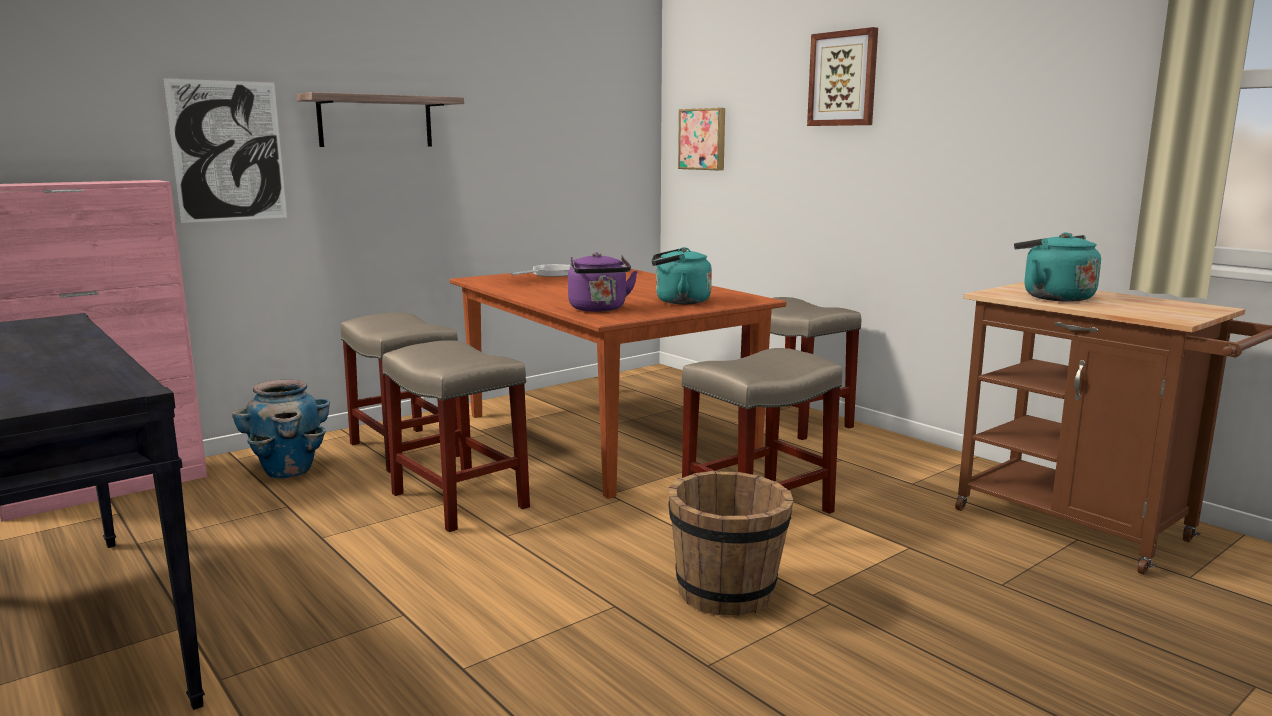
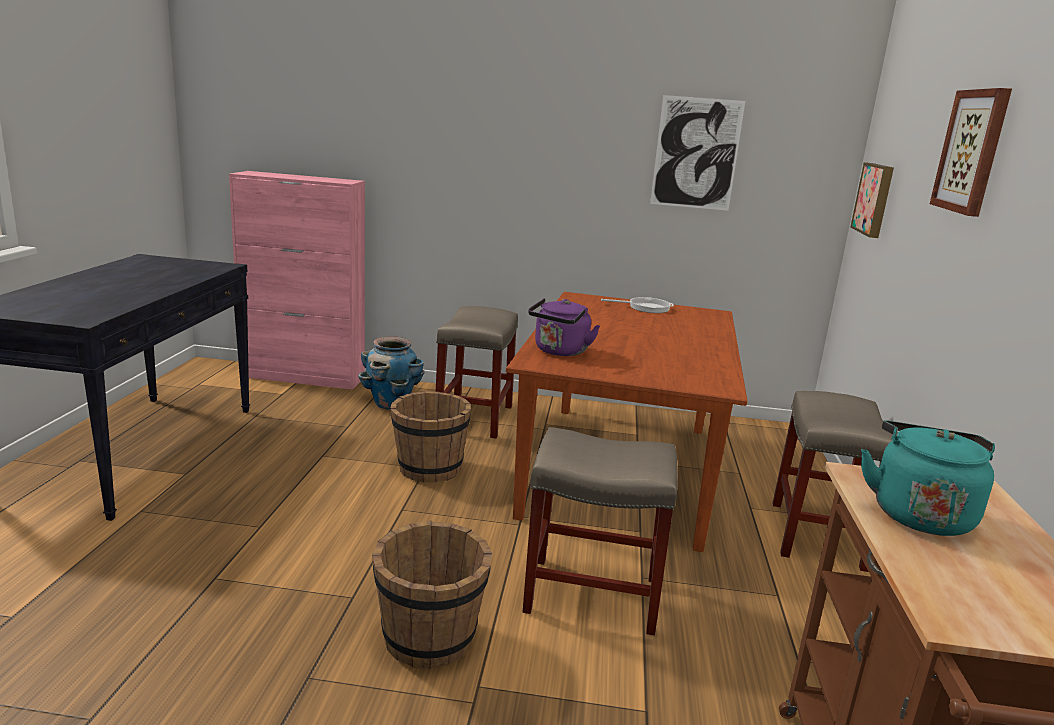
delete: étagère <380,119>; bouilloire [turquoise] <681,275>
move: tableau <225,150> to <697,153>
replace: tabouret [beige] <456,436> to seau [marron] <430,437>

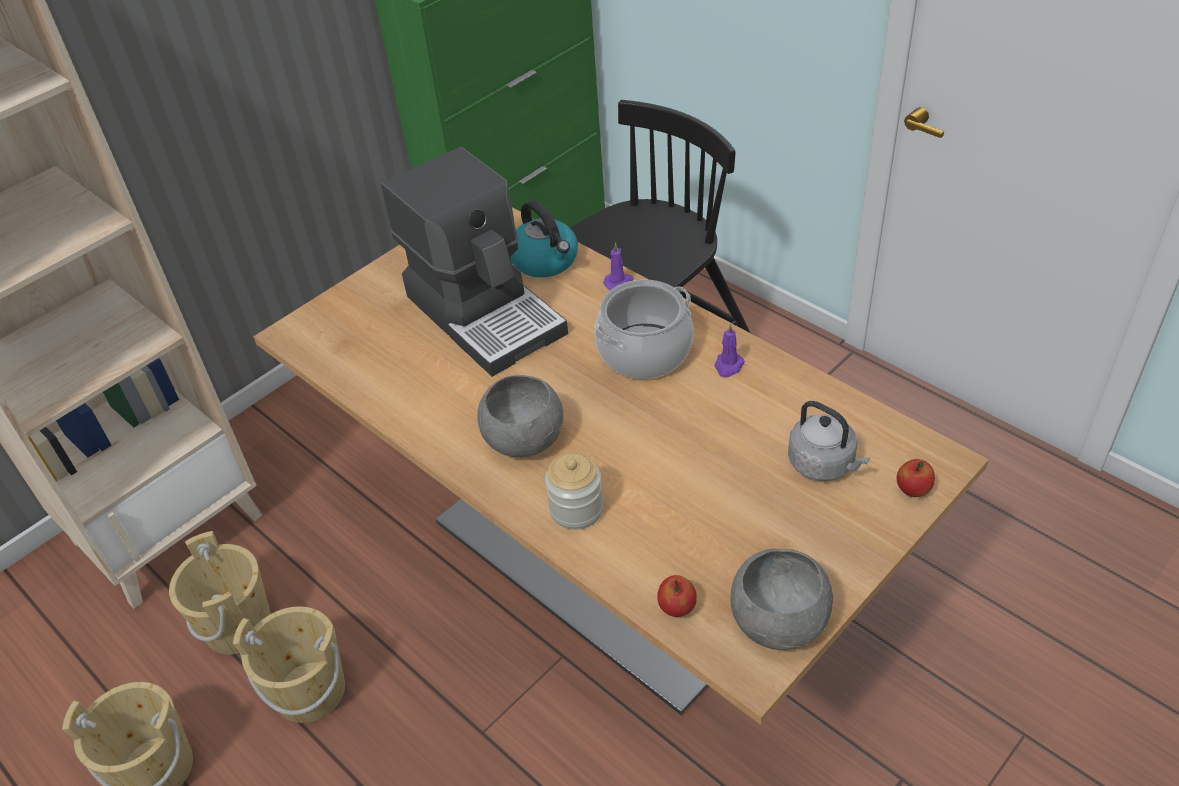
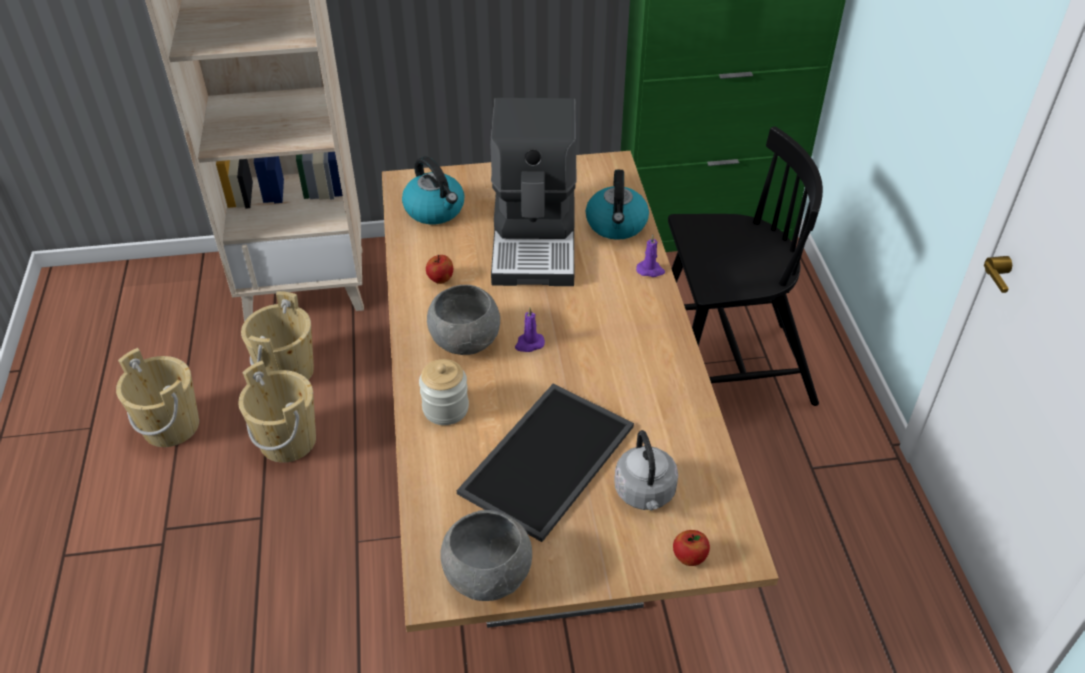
delete: marmite <643,329>
insert: bouilloire <433,190>; plateau <545,463>
move: pomme <677,596> to <439,269>; bougie [violet] <729,350> to <530,329>

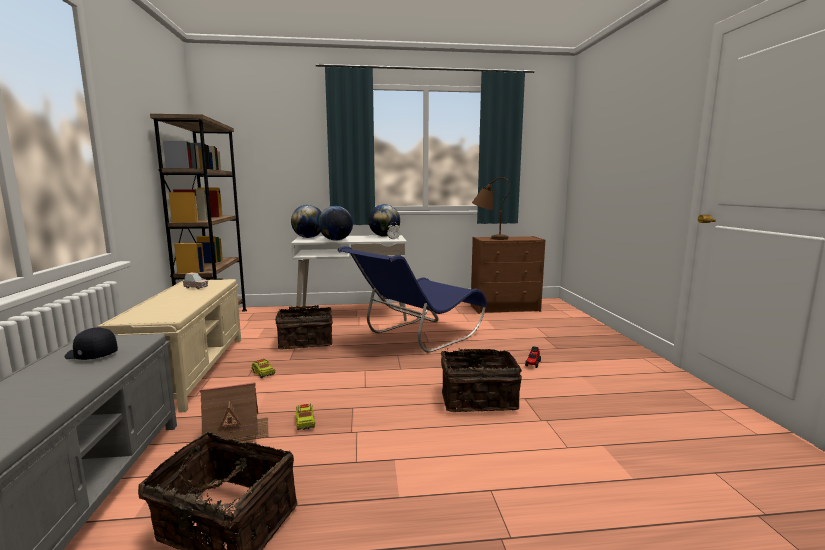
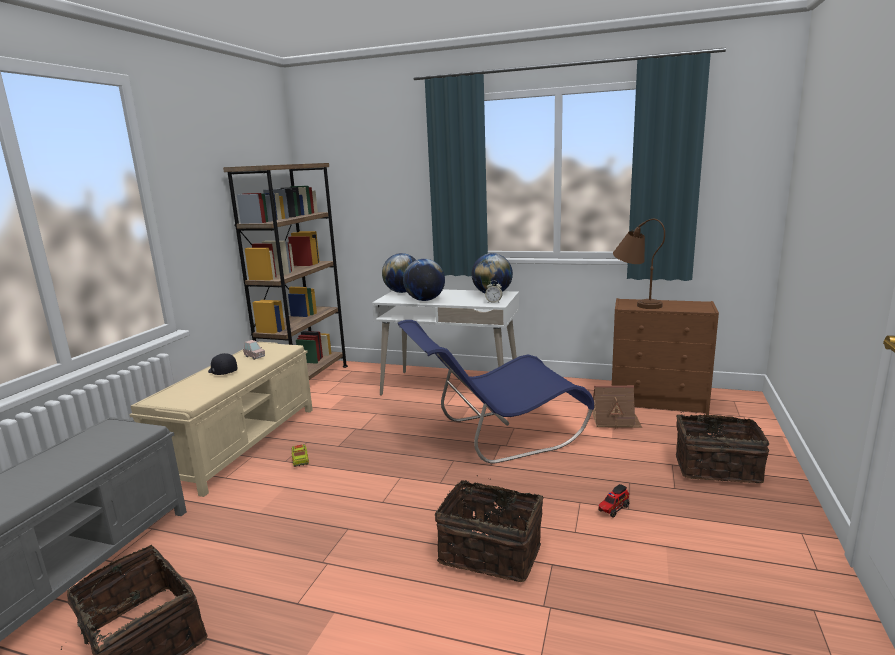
delete: camion jouet <305,416>
move: casquette [noir] <91,344> to <222,364>; maison miniature <234,412> to <617,407>; panier <304,327> to <722,447>

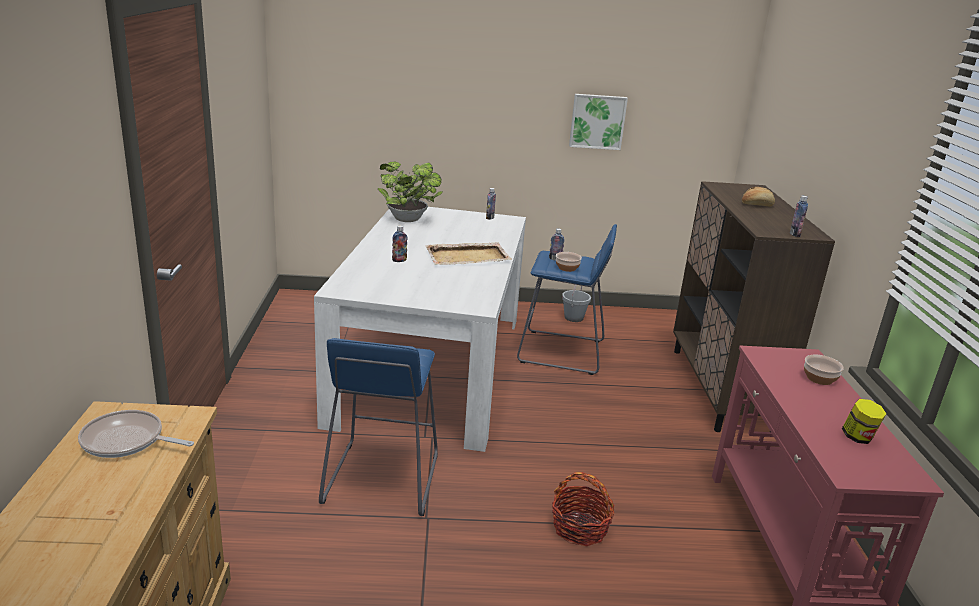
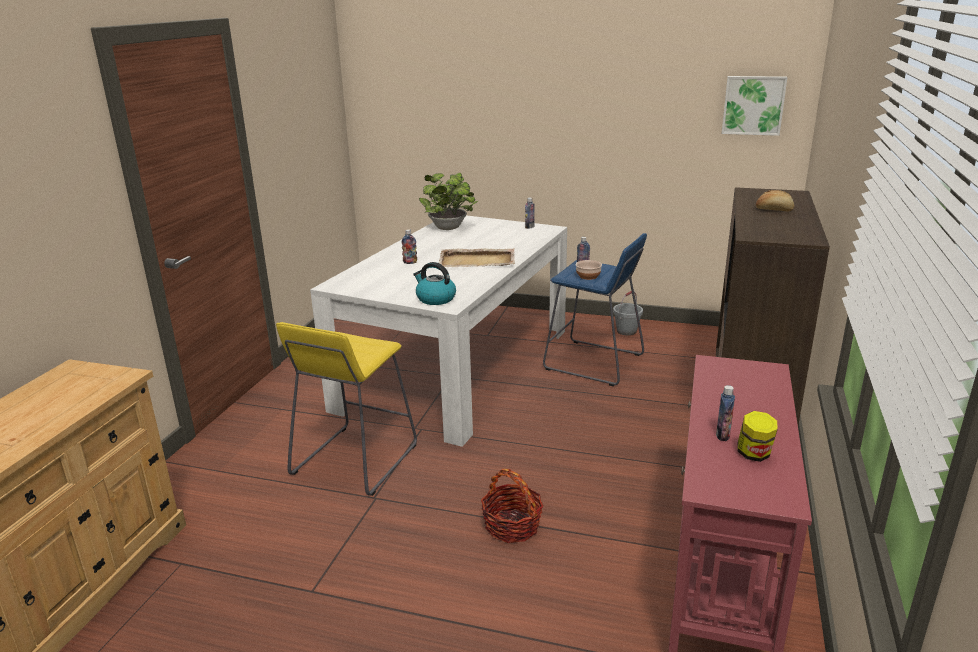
delete: poêle <136,434>; bol <824,370>
insert: bouilloire <434,283>
move: tableau <598,122> to <754,106>; bouteille <799,216> to <725,413>
recolor: tabouret [bleu] <378,427> to tabouret [jaune] <346,409>

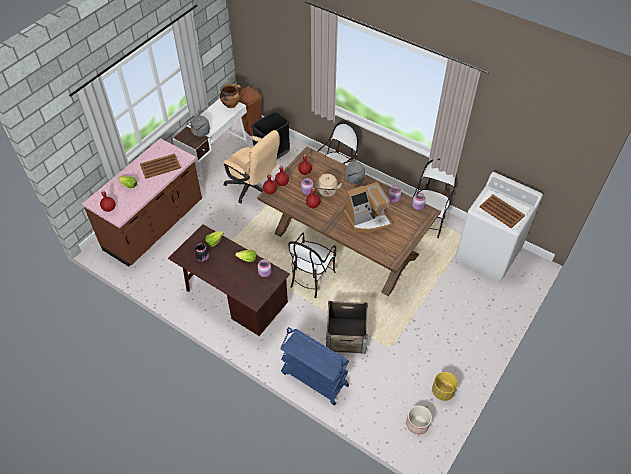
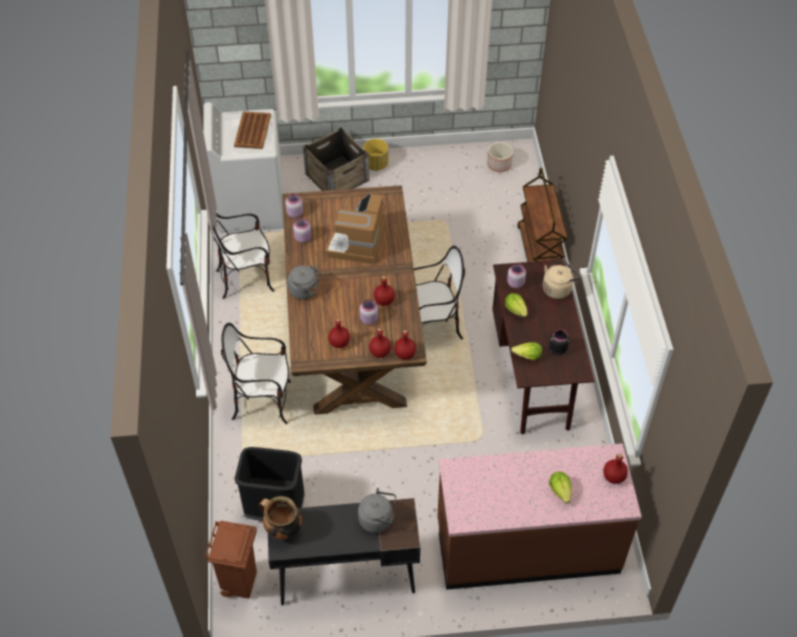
delete: plateau [marron] <160,166>; chaise de bureau [beige] <251,166>
move: bouilloire [beige] <329,185> to <561,279>; caisse <347,327> to <336,159>; cache-pot [jaune] <445,386> to <375,155>
recolor: bureau [blanc] <210,143> to bureau [noir] <344,552>; chariot [bleu] <314,366> to chariot [marron] <542,215>
rotate: machine à café <368,207> = <355,228> 105 degrees counterclockwise

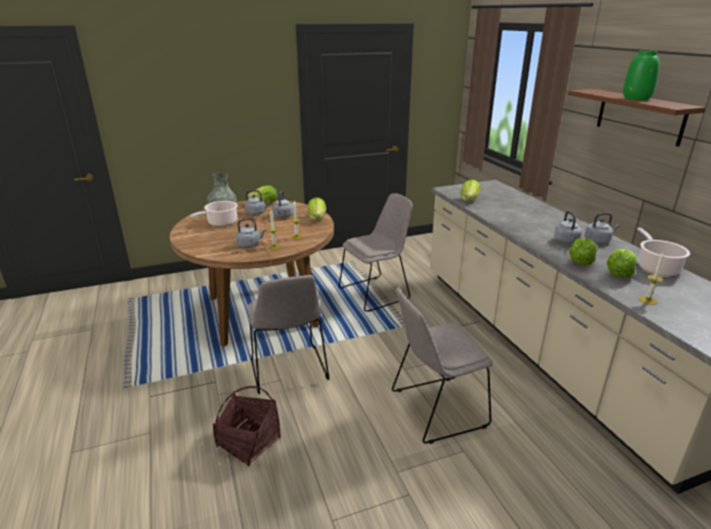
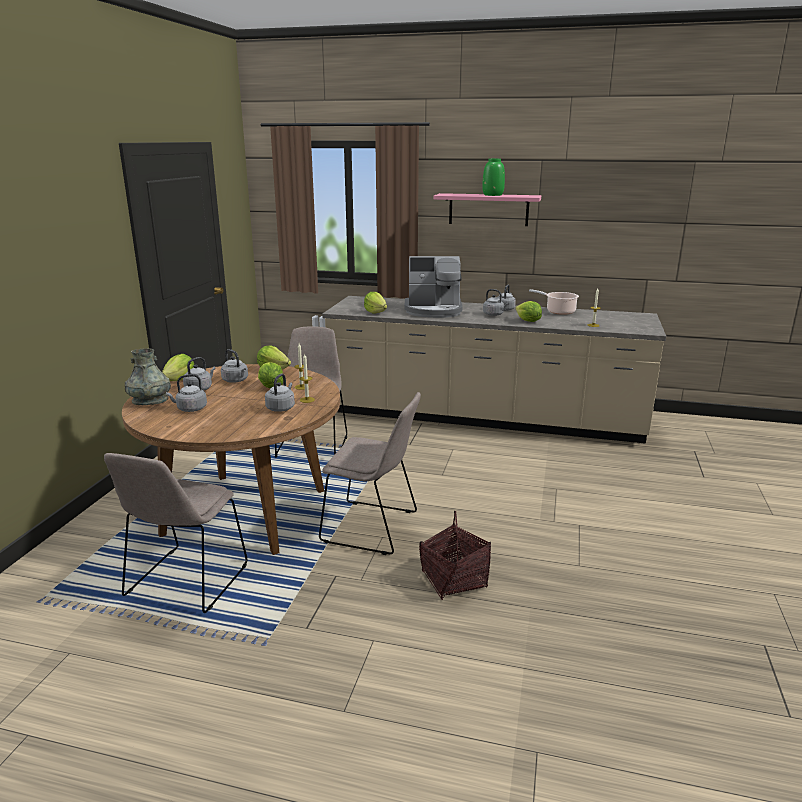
insert: machine à café <433,287>
move: chaise [beige] <442,365> to <175,533>; laitue <622,263> to <270,375>
replace: marmite <214,213> to bouilloire [gris] <186,393>
recolor: étagère [marron] <637,118> to étagère [rose] <487,209>

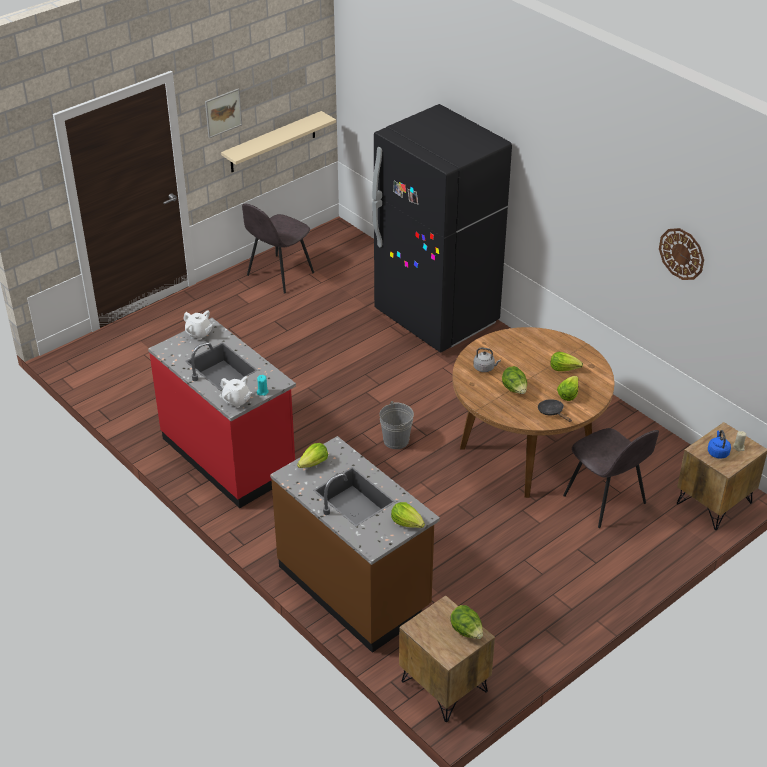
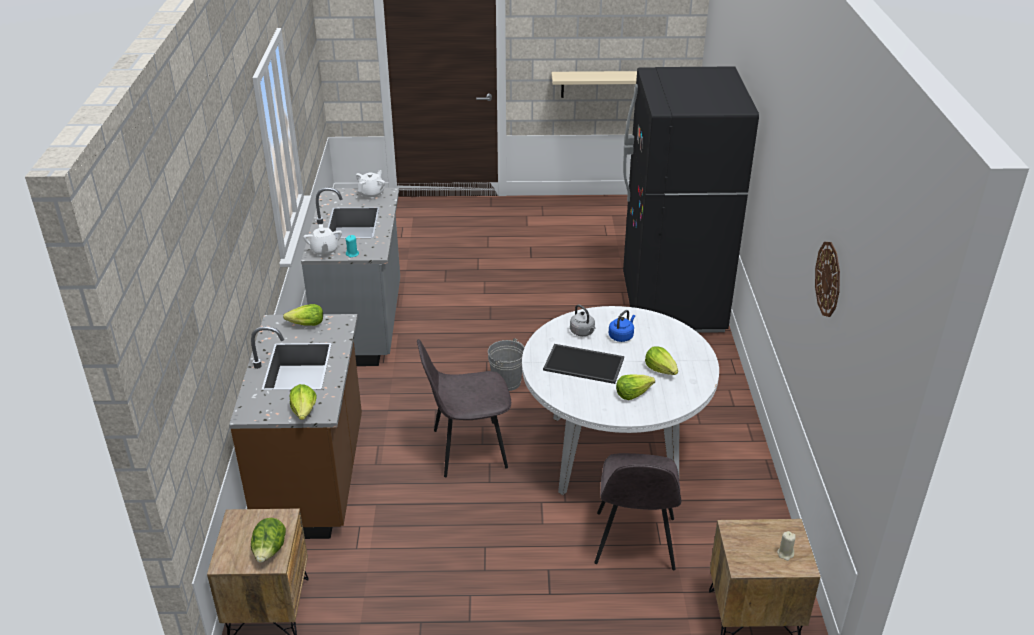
delete: tableau <223,113>; poêle [noir] <555,410>
move: chaise [gris] <278,249> to <464,408>; bouilloire [bleu] <719,444> to <622,326>
replace: laitue <514,380> to plateau <583,364>
recolor: comptoir de cuisine [rouge] <222,413> to comptoir de cuisine [gris] <350,277>; table à manger [marron] <533,412> to table à manger [blanc] <620,400>
rotate: théière [blanc] <198,325> = <370,184> 135 degrees counterclockwise

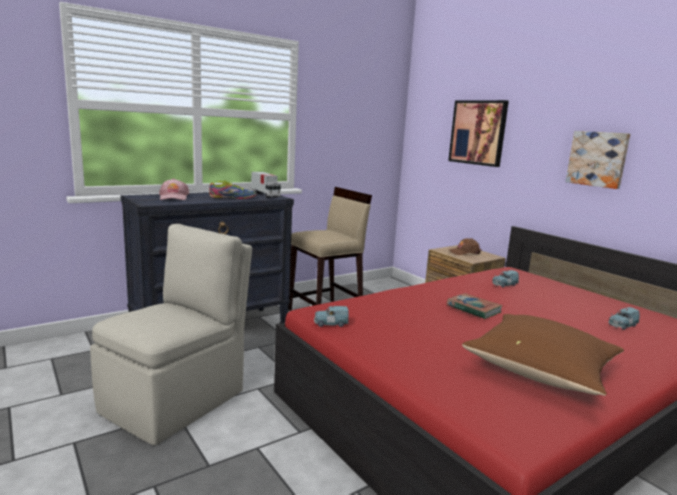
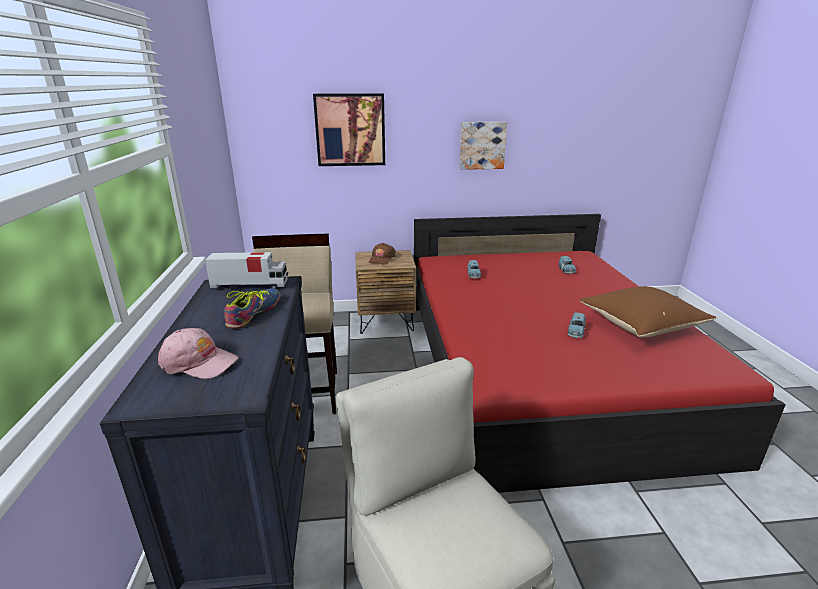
delete: livre <475,306>
move: petite voiture [bleu] <331,316> to <577,325>

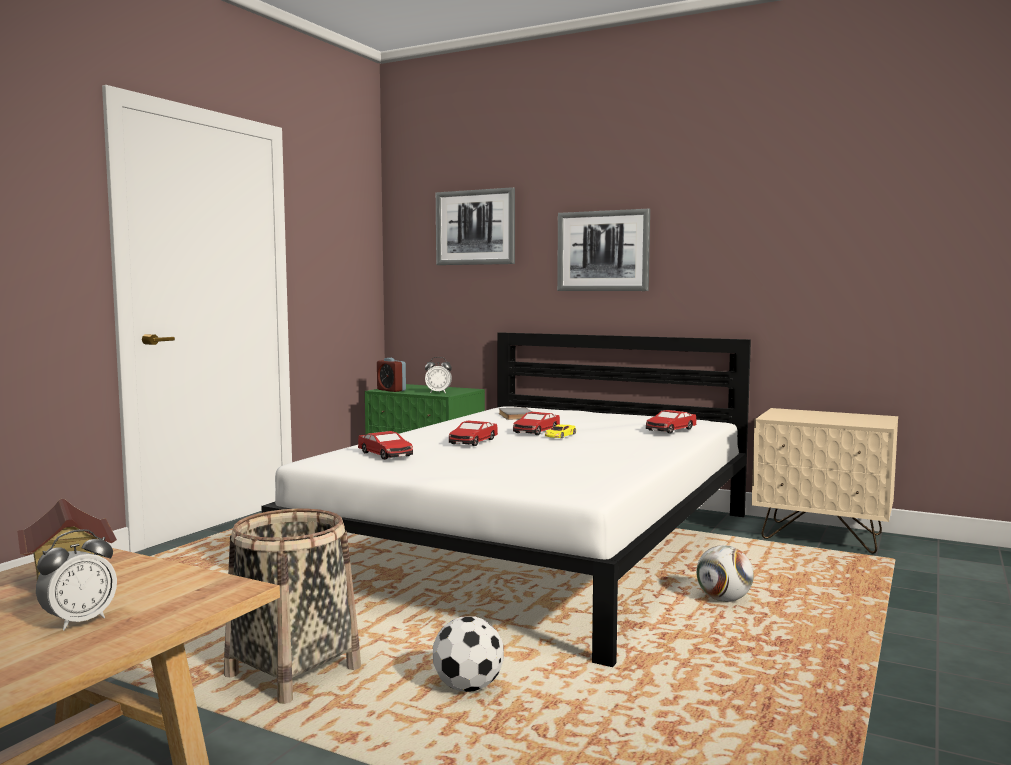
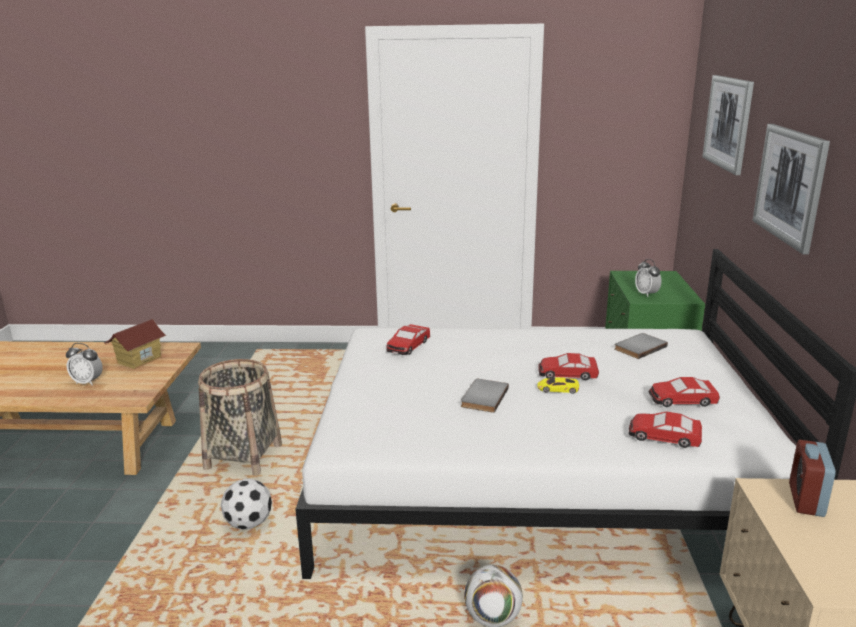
insert: livre [gris] <485,396>
move: réveil <391,375> to <812,478>; petite voiture <473,433> to <684,392>

